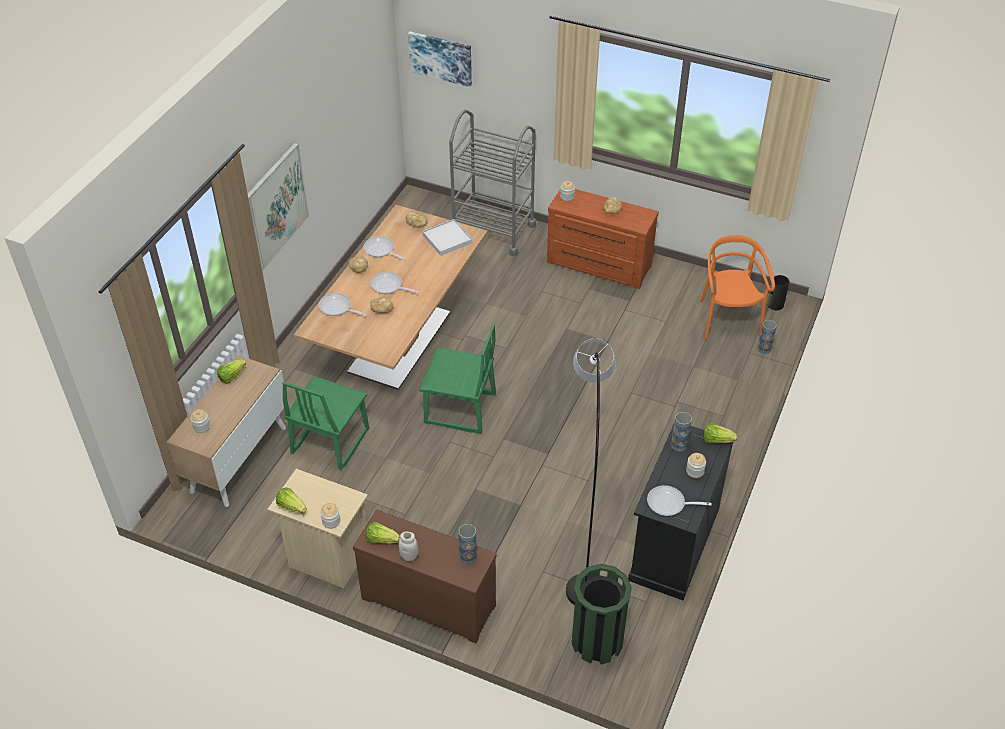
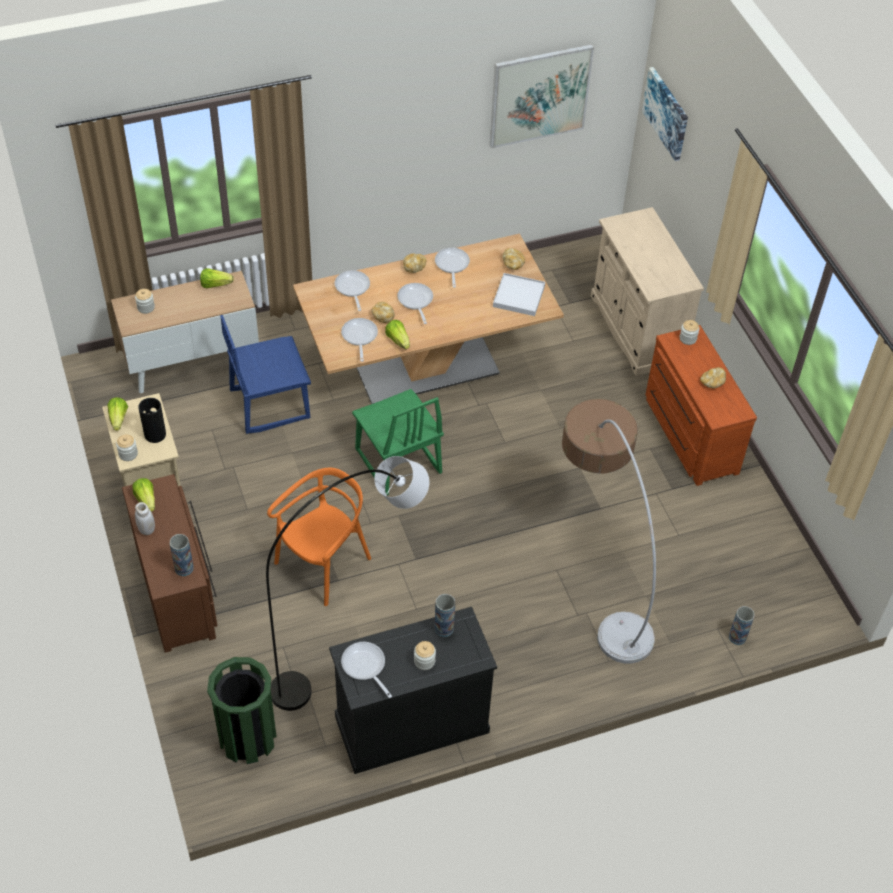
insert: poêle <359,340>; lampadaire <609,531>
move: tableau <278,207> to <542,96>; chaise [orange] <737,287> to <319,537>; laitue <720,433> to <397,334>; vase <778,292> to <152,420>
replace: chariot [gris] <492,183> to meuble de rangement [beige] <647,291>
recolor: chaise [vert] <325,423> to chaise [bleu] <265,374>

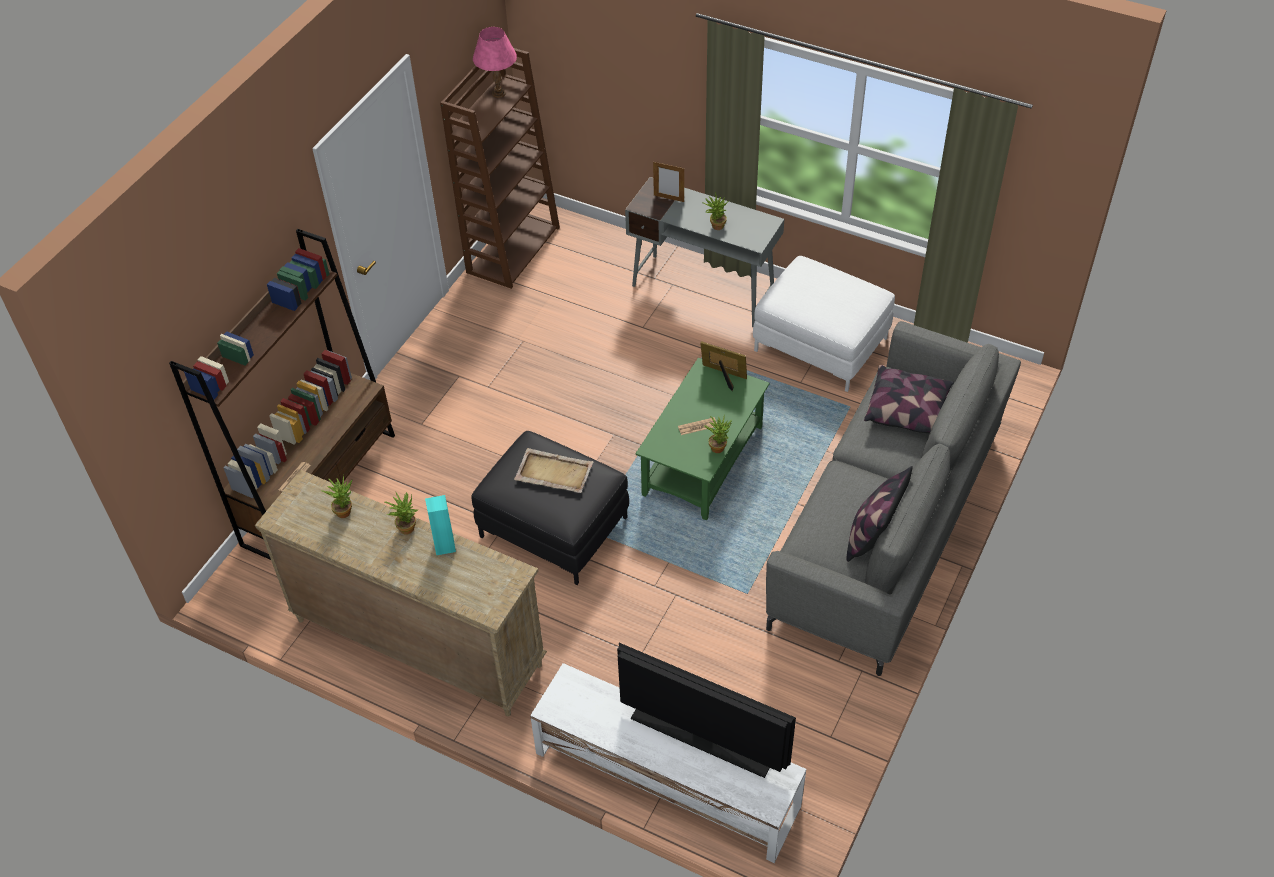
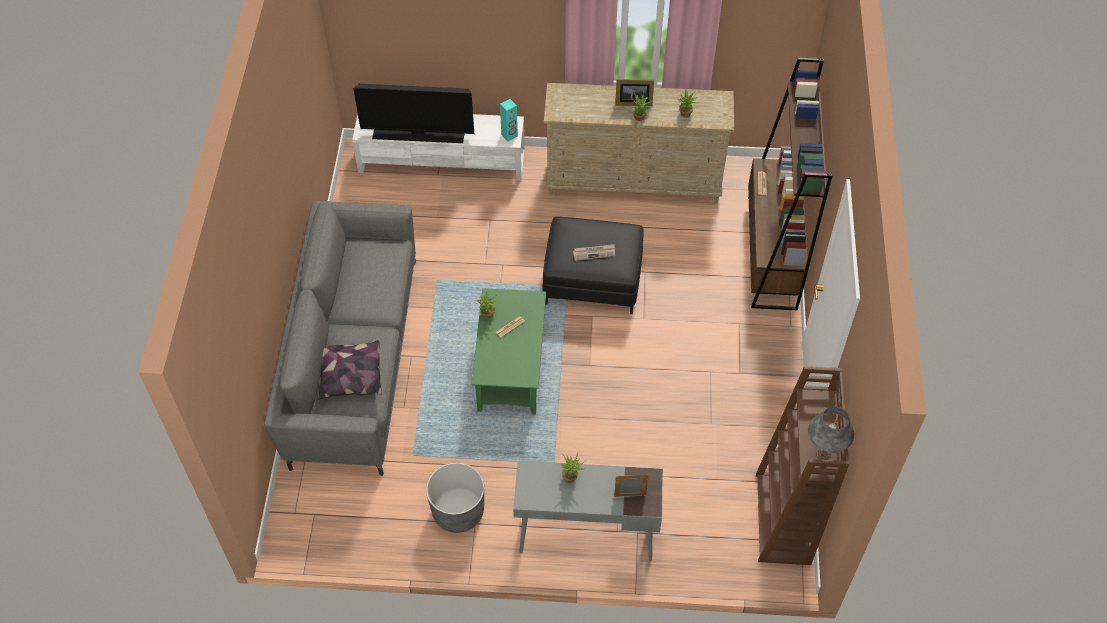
delete: coussin <880,514>
move: enceinte [turquoise] <440,525> to <509,120>; cadre photo <723,366> to <634,92>
replace: plateau [beige] <554,470> to journal <594,252>; pouf [blanc] <824,324> to cache-pot [gris] <455,498>
recolor: lampe de table [rose] <495,62> to lampe de table [gris] <831,433>

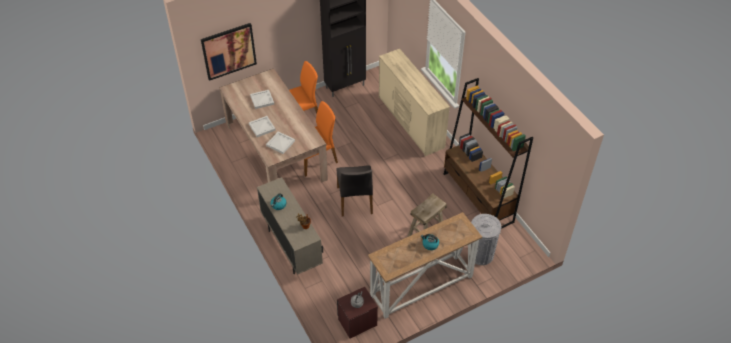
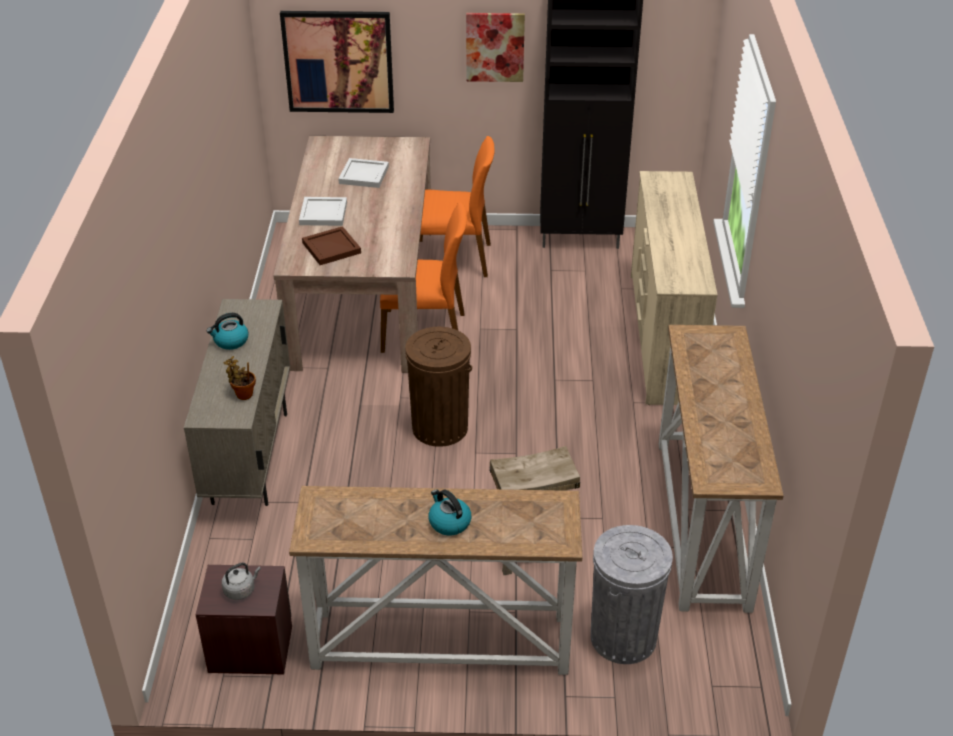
insert: tableau <495,47>
replace: chaise [gris] <355,190> to poubelle [marron] <438,387>; bibliothèque [marron] <488,153> to table console <721,469>
recolor: plateau [blanc] <280,142> to plateau [marron] <331,245>

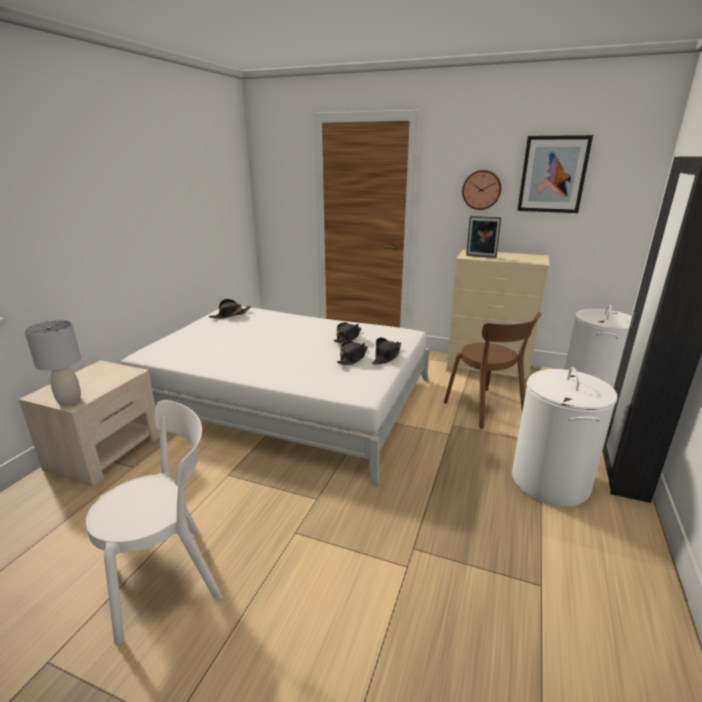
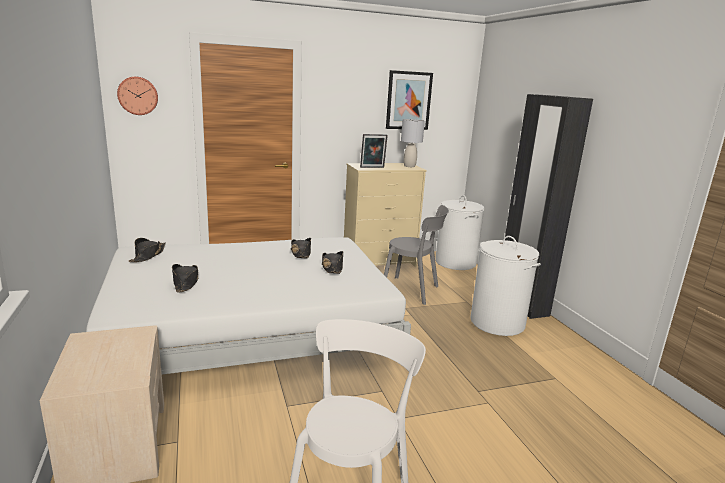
move: lampe de table [gris] <52,363> to <413,143>; chapeau [noir] <386,351> to <185,278>; horloge murale <481,190> to <137,95>
recolor: chaise [marron] <492,370> to chaise [gris] <416,255>

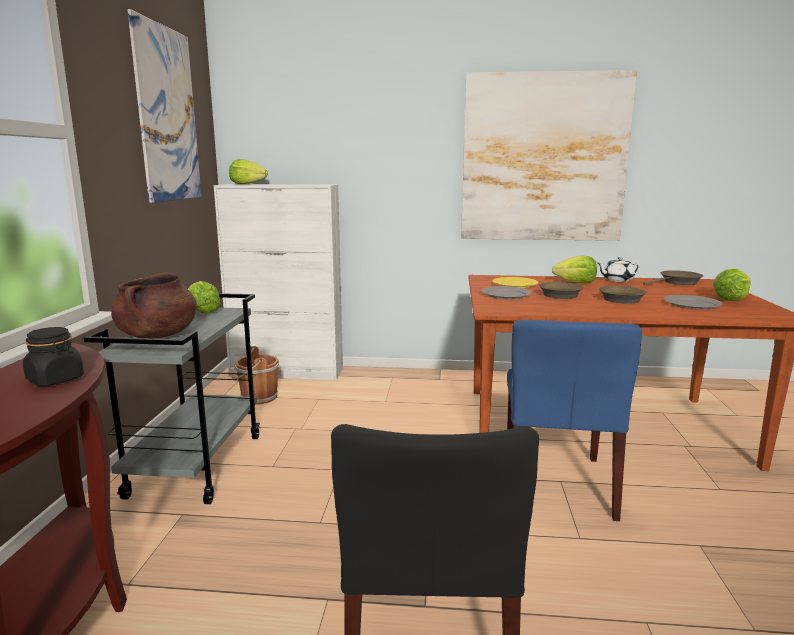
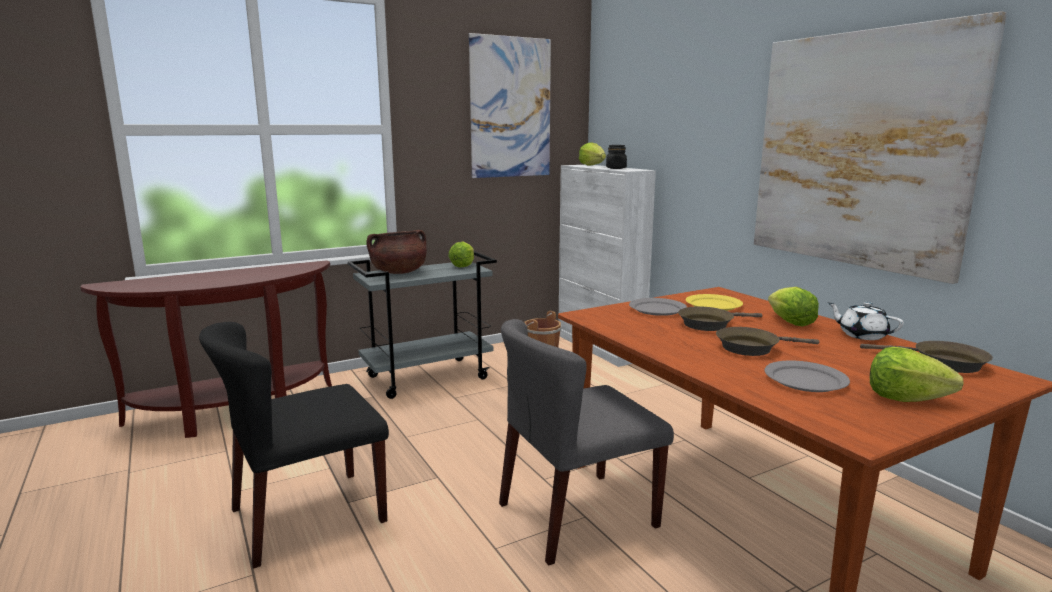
move: bocal [noir] <53,356> to <616,157>
recolor: chaise [bleu] <574,420> to chaise [gris] <586,442>

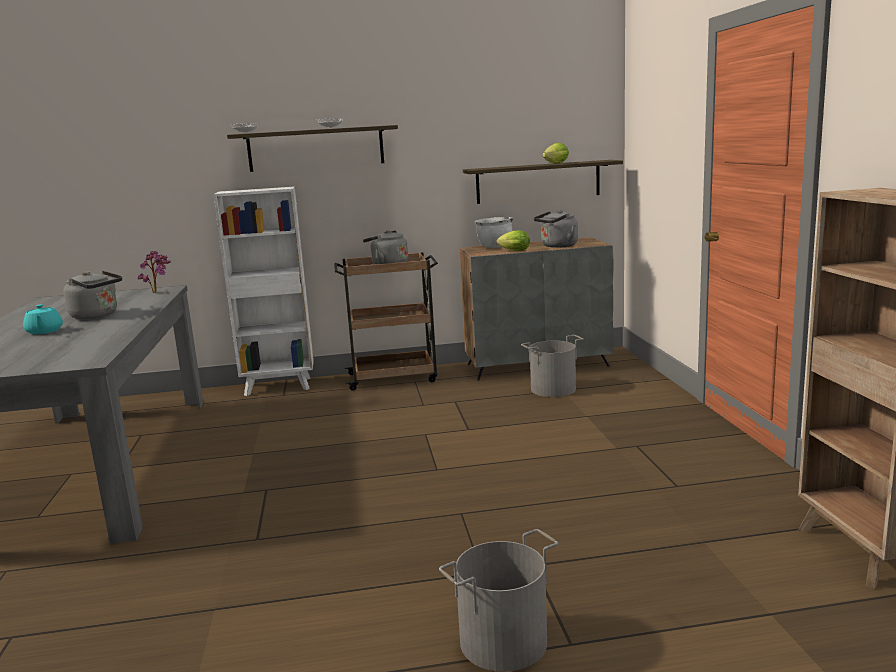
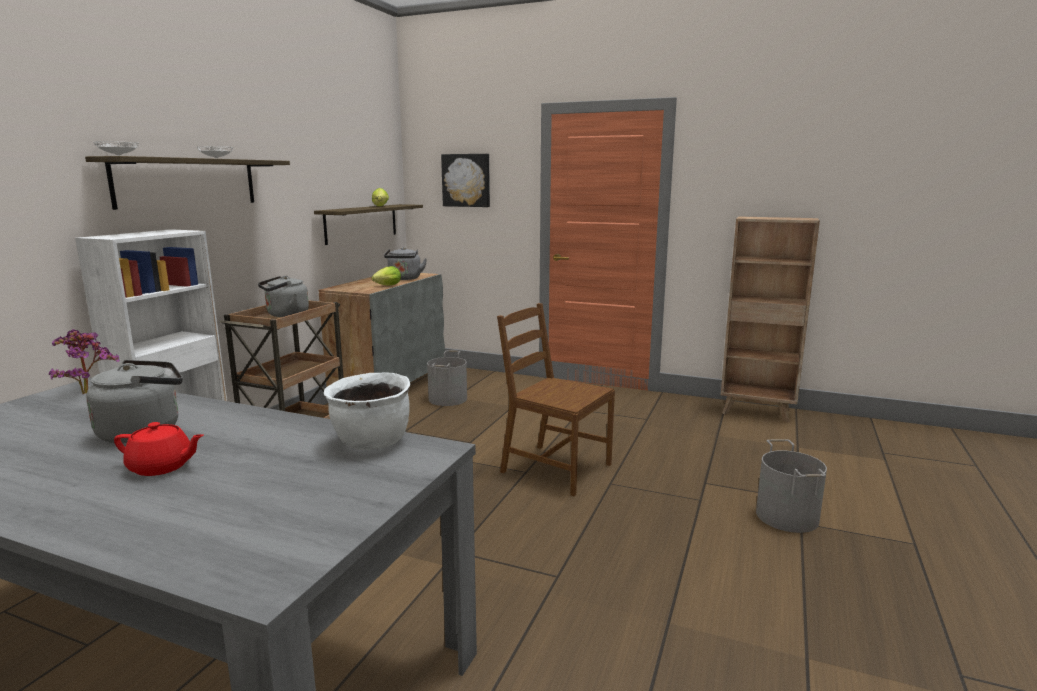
insert: tableau <465,180>; chaise [marron] <556,399>
move: marmite [blanc] <494,232> to <367,411>
recolor: théière [turquoise] <43,319> to théière [rouge] <159,449>

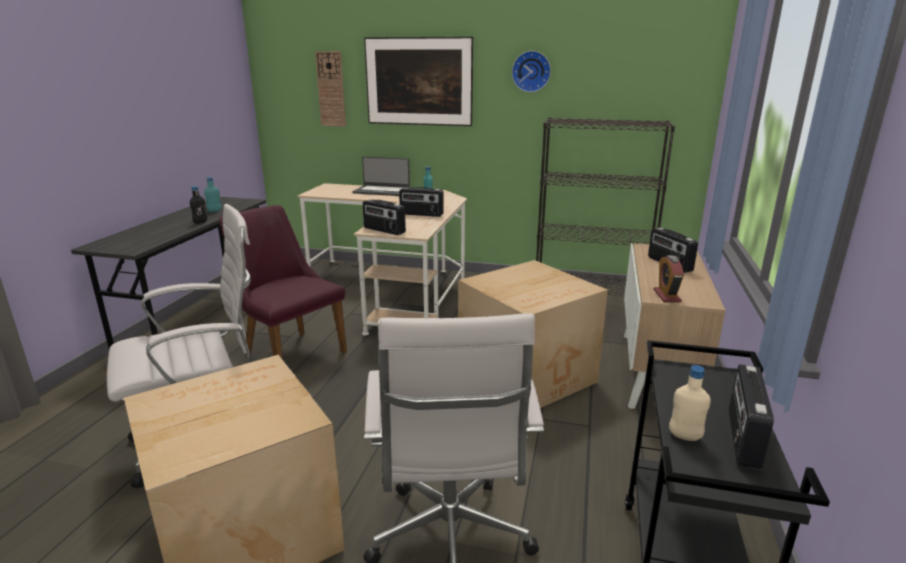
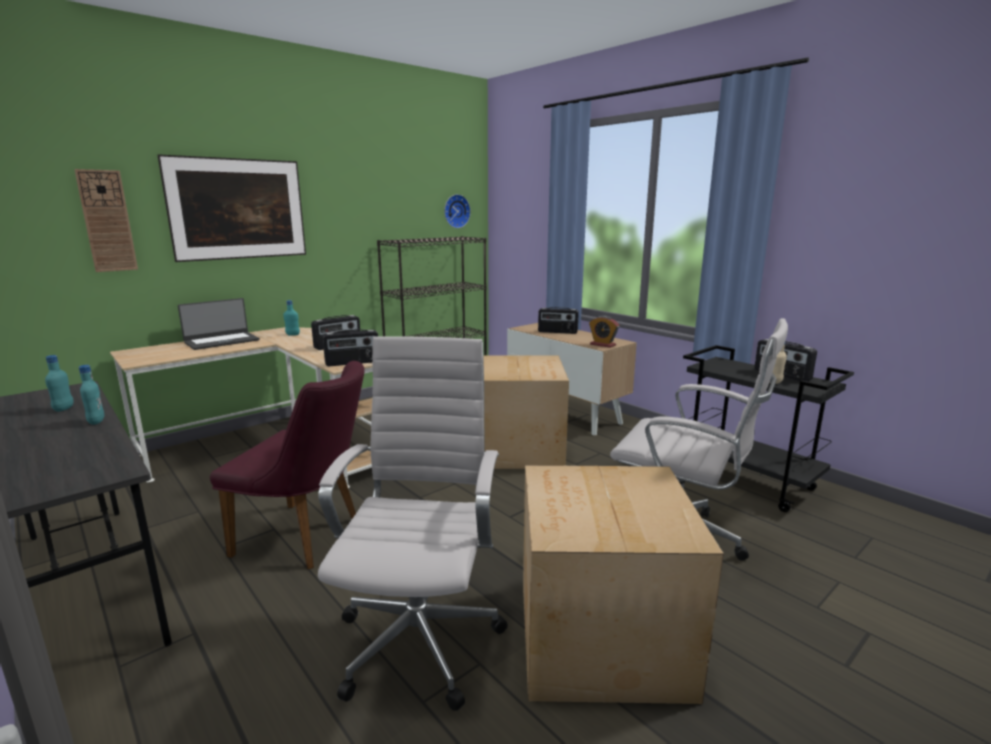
move: horloge murale <531,71> to <457,211>
recolor: bouteille [noir] <198,205> to bouteille [turquoise] <91,395>
rotate: chaise [violet] <283,281> = <287,465> 150 degrees counterclockwise

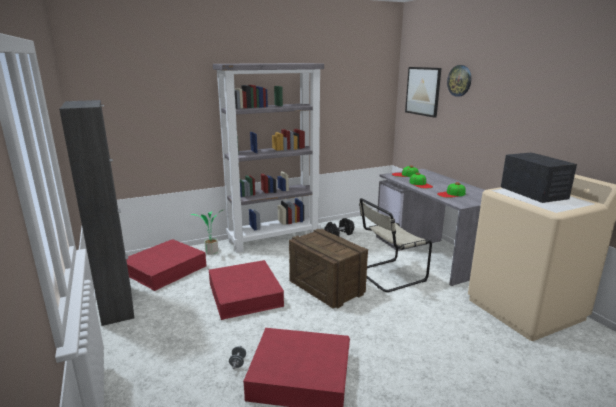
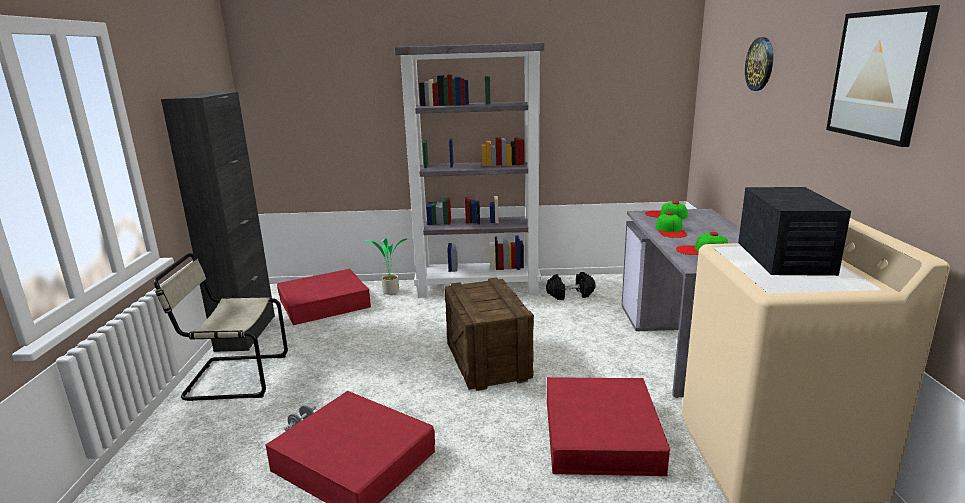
move: boîte de rangement [rouge] <246,290> to <608,426>; chaise [beige] <395,245> to <221,327>; tableau <423,92> to <883,76>

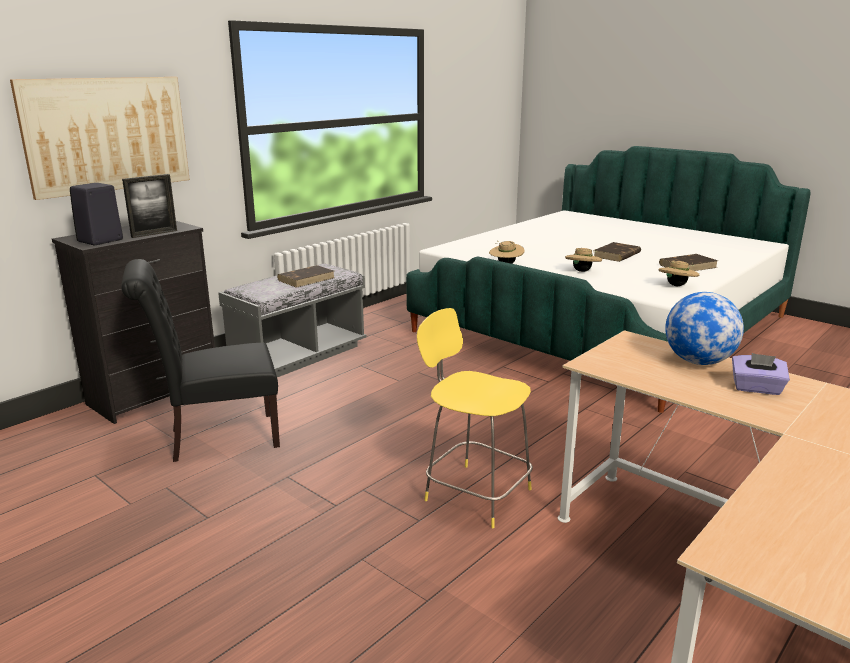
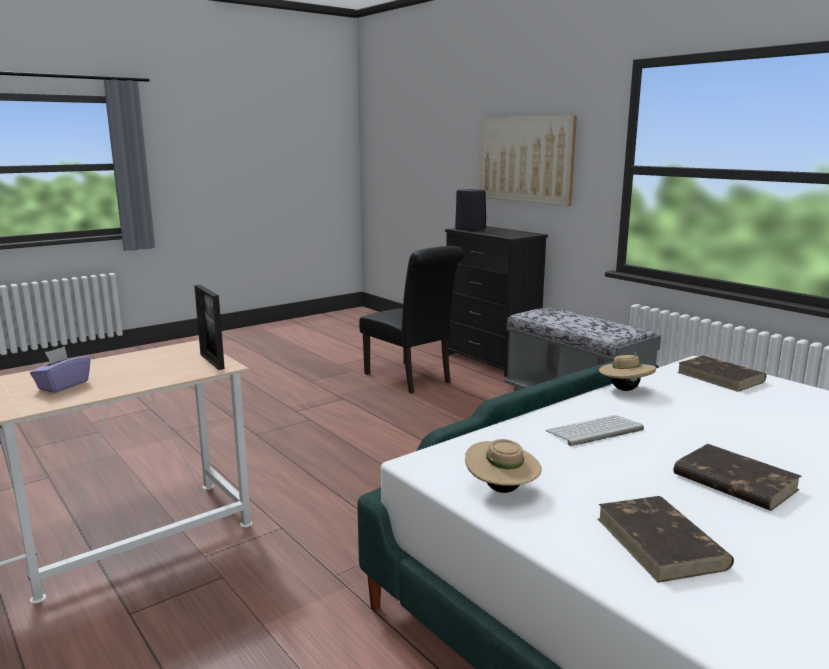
delete: tabouret [jaune] <475,418>; globe <704,328>
move: cadre photo <149,206> to <209,327>; livre [marron] <305,276> to <721,374>
replace: chapeau [beige] <583,260> to clavier <594,430>
rotate: chaise [noir] <200,360> = <412,320> 150 degrees clockwise

